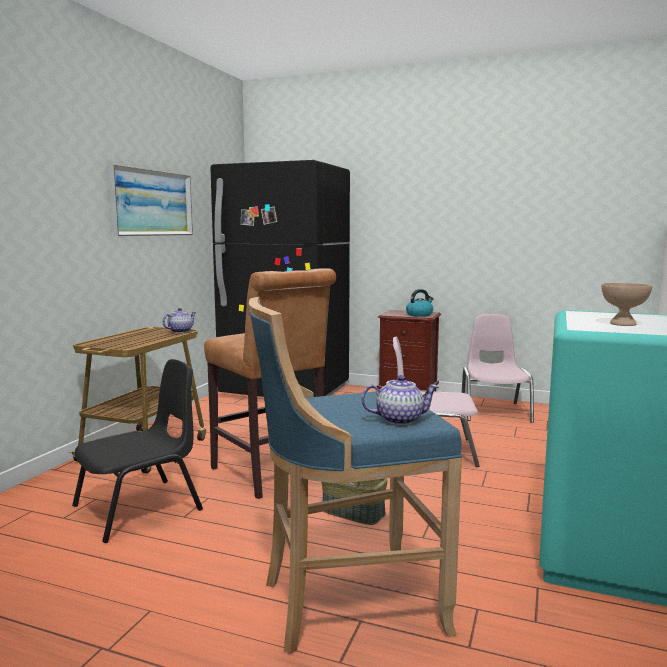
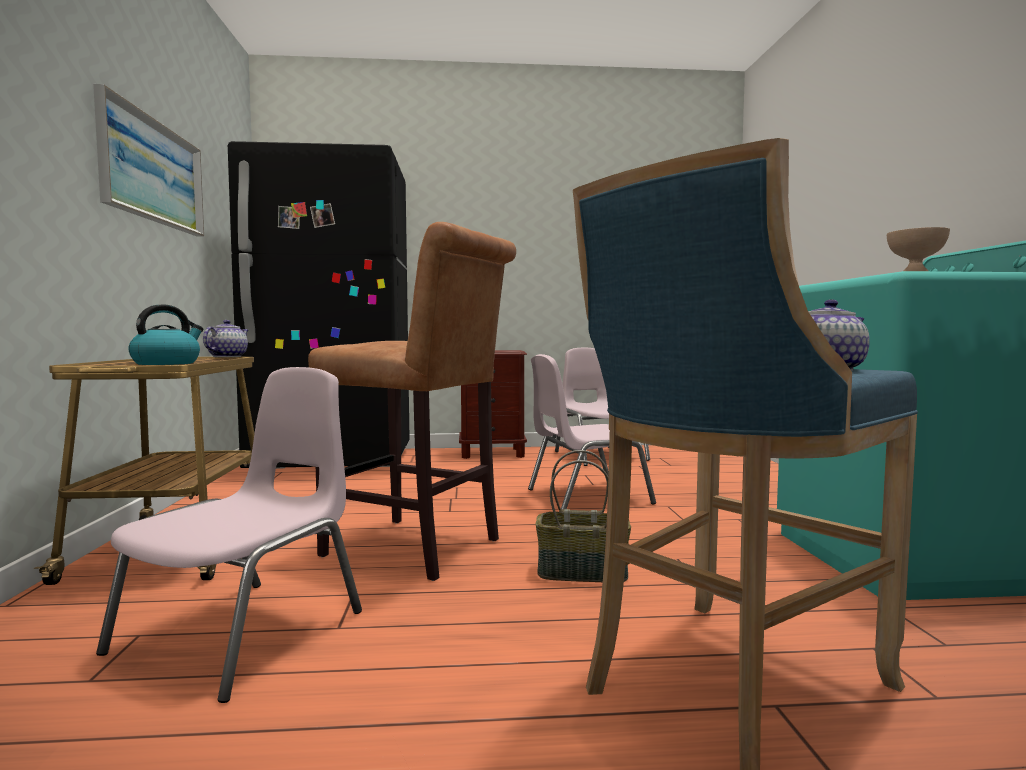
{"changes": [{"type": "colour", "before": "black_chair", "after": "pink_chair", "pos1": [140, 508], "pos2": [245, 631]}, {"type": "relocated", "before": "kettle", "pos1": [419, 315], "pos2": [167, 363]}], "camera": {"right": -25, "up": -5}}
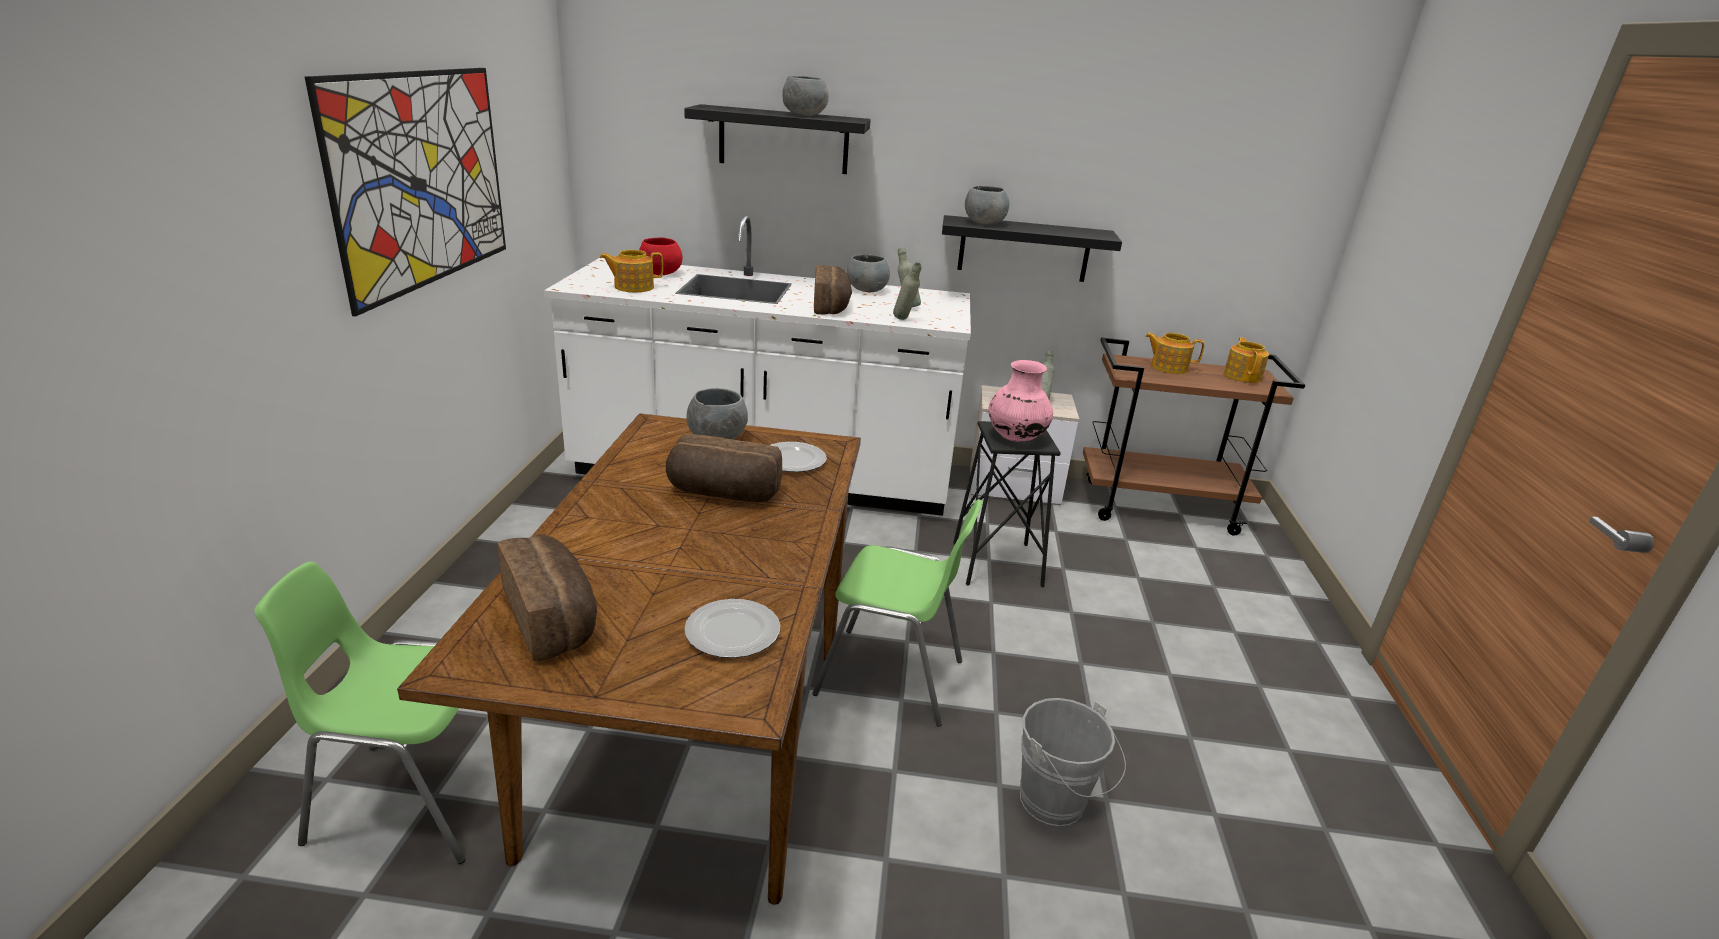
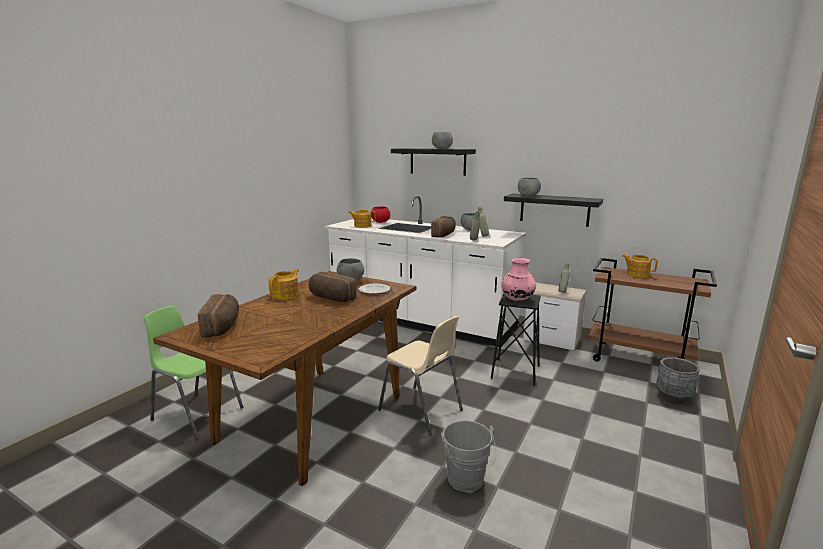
{"changes": [{"type": "missing", "before": "picture", "pos1": [423, 179]}, {"type": "missing", "before": "plate", "pos1": [731, 632]}, {"type": "colour", "before": "green_chair", "after": "beige_chair", "pos1": [891, 678], "pos2": [421, 410]}, {"type": "relocated", "before": "teapot", "pos1": [1242, 376], "pos2": [286, 295]}, {"type": "appeared", "after": "grey_planter", "pos2": [673, 397]}], "camera": {"right": 25, "up": -10}}
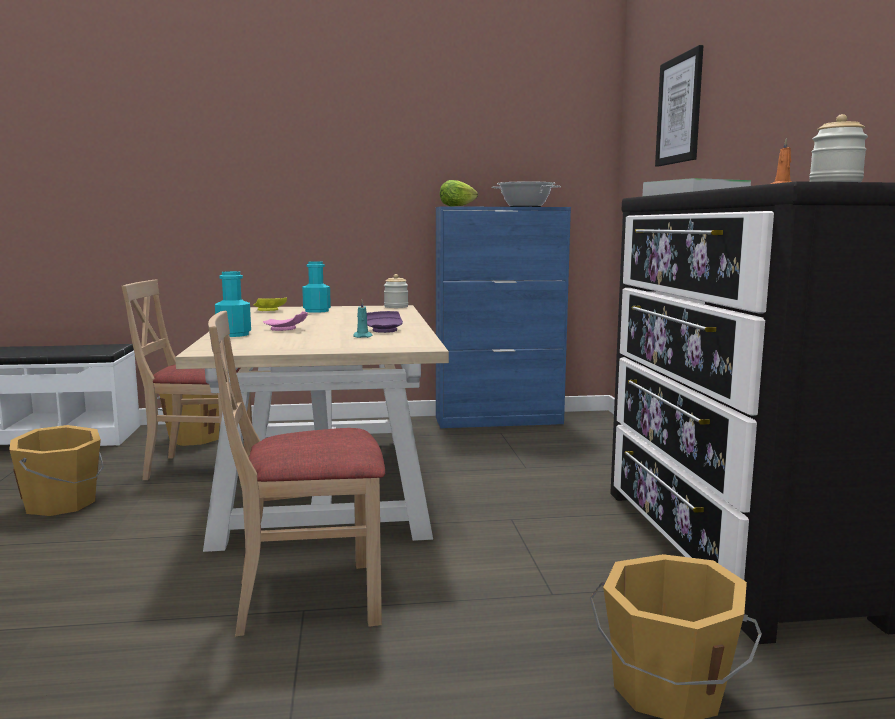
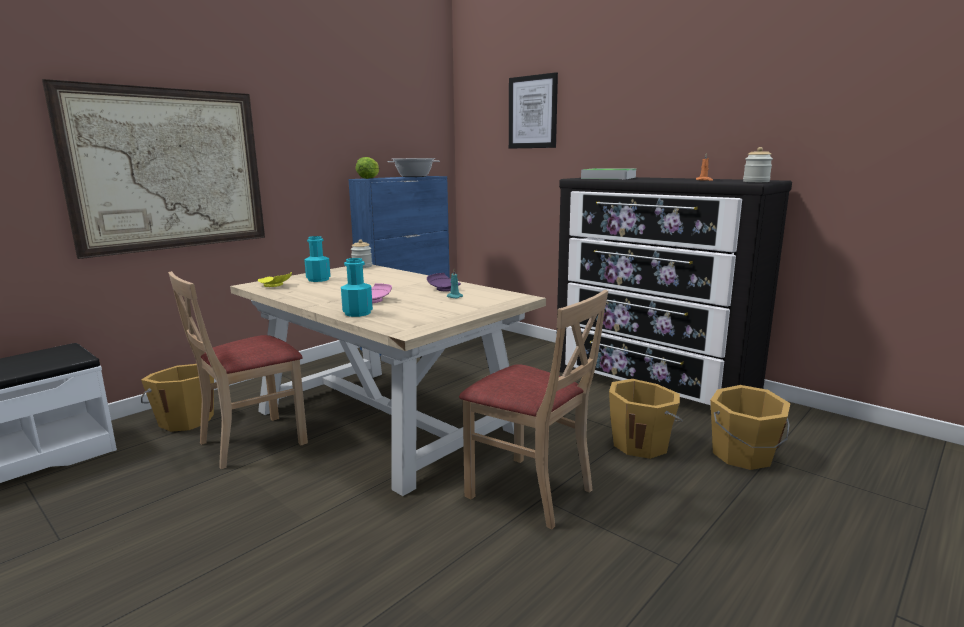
{"changes": [{"type": "relocated", "before": "orange_bucket", "pos1": [62, 503], "pos2": [641, 444]}, {"type": "spun", "before": "beige_chair", "pos1": [308, 598], "pos2": [530, 491], "turn": -90}, {"type": "appeared", "after": "picture", "pos2": [169, 170]}], "camera": {"right": -40, "up": 5}}
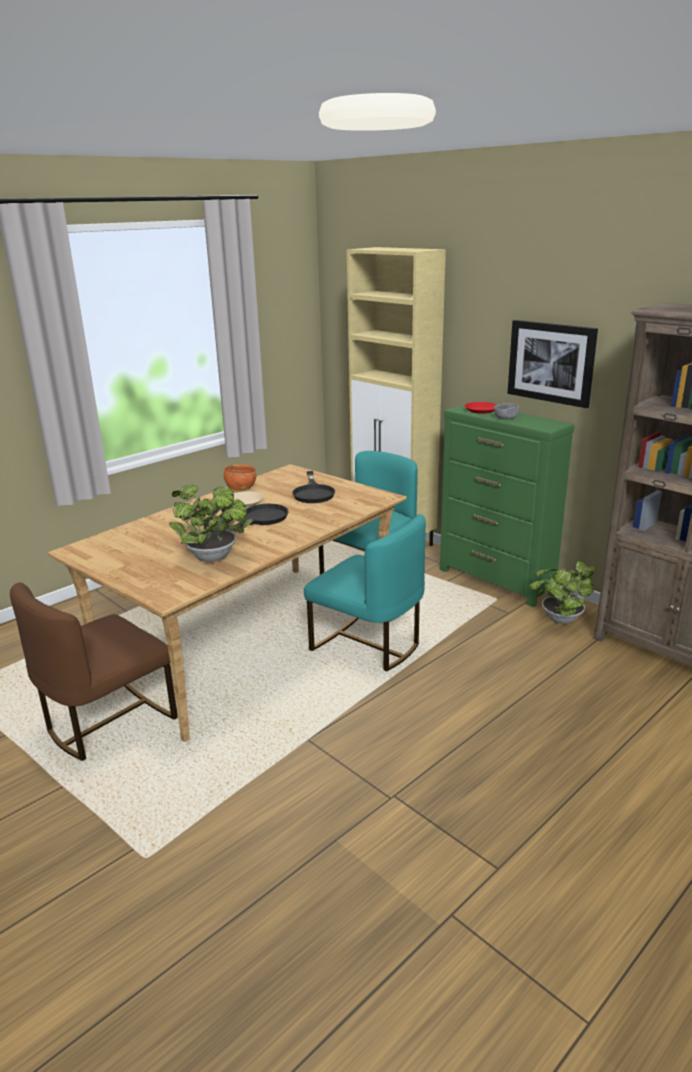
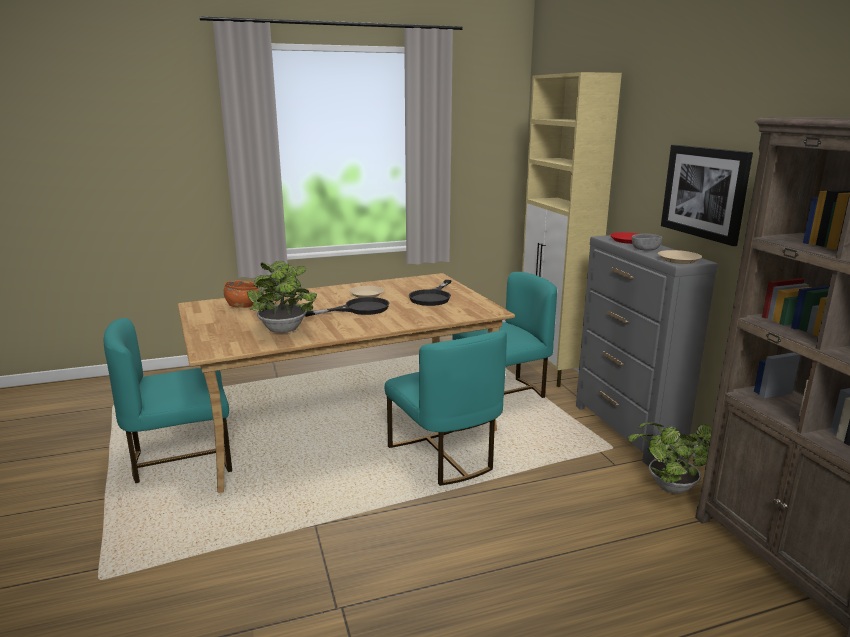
{"changes": [{"type": "colour", "before": "brown_chair", "after": "turquoise_chair", "pos1": [108, 722], "pos2": [182, 459]}, {"type": "relocated", "before": "orange_bowl", "pos1": [241, 488], "pos2": [242, 306]}, {"type": "colour", "before": "green_dresser", "after": "grey_dresser", "pos1": [496, 581], "pos2": [627, 430]}, {"type": "appeared", "after": "beige_plate", "pos2": [679, 260]}], "camera": {"right": 25, "up": -5}}
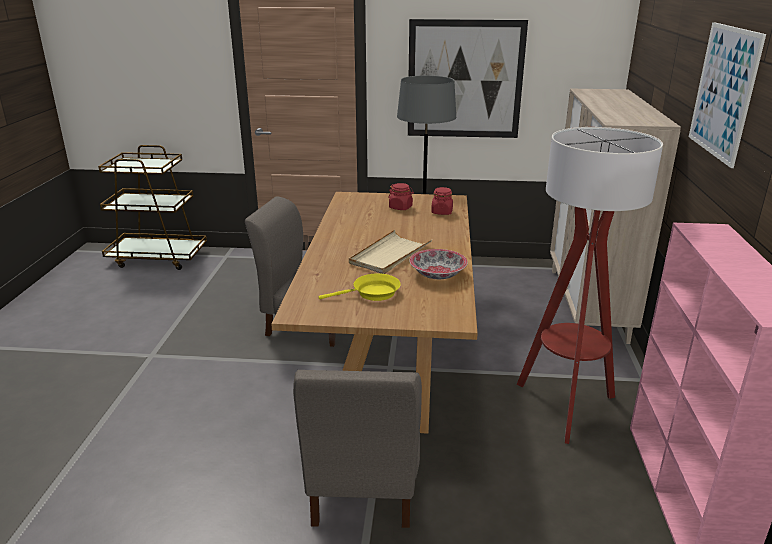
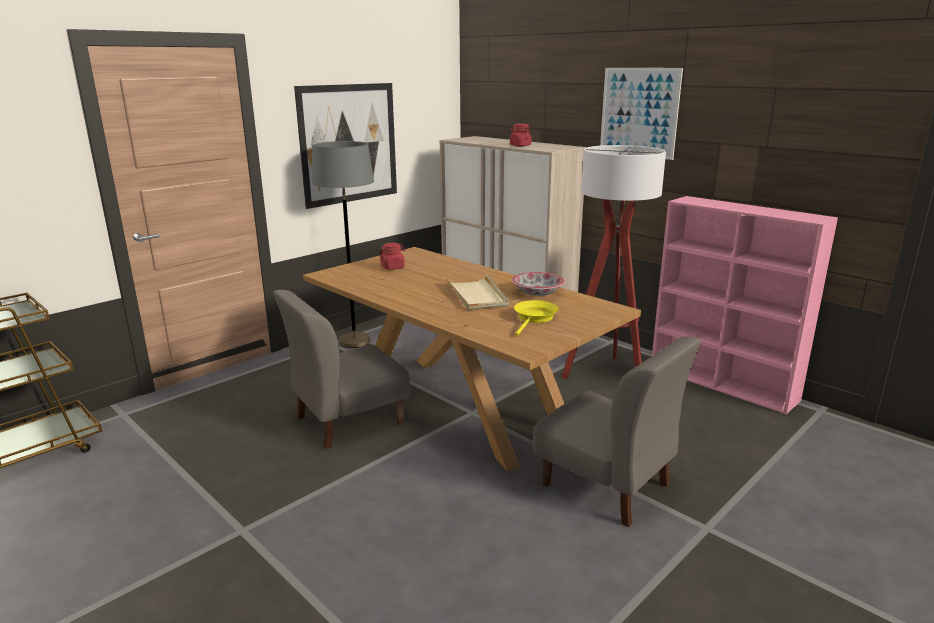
{"changes": [{"type": "relocated", "before": "red_jar", "pos1": [442, 212], "pos2": [520, 145]}], "camera": {"right": -50, "up": -5}}
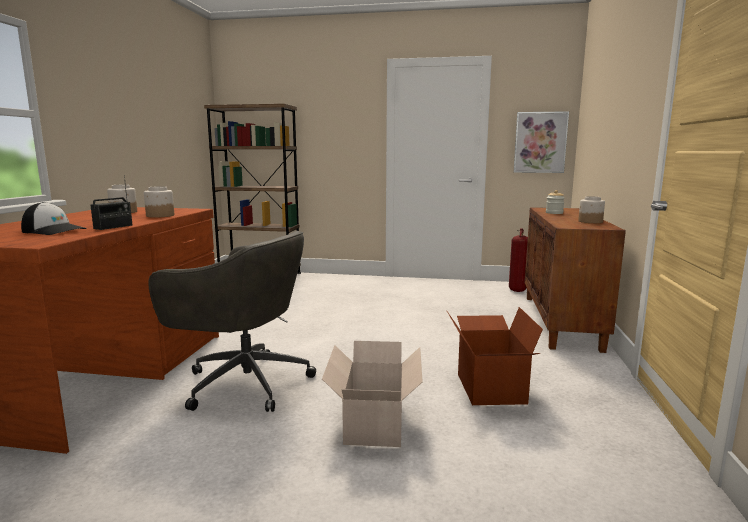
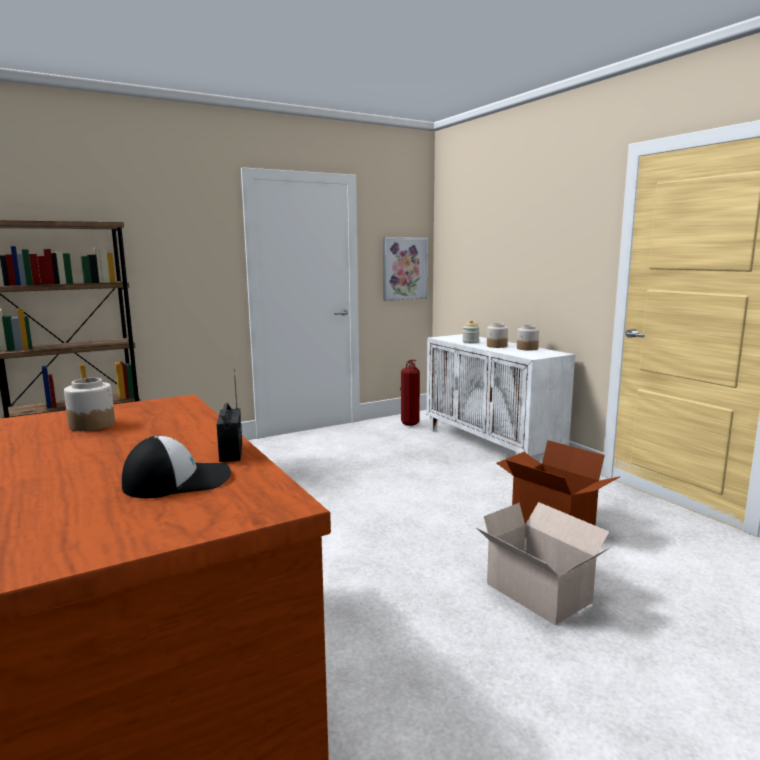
{"changes": [{"type": "relocated", "before": "jar", "pos1": [160, 216], "pos2": [496, 346]}, {"type": "missing", "before": "grey_office_chair", "pos1": [244, 382]}, {"type": "colour", "before": "brown_cabinet", "after": "white_cabinet", "pos1": [561, 322], "pos2": [492, 446]}], "camera": {"right": -40, "up": 0}}
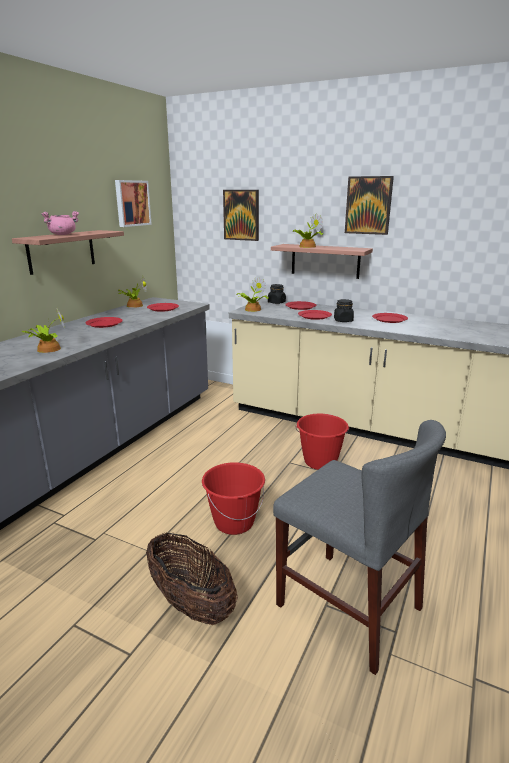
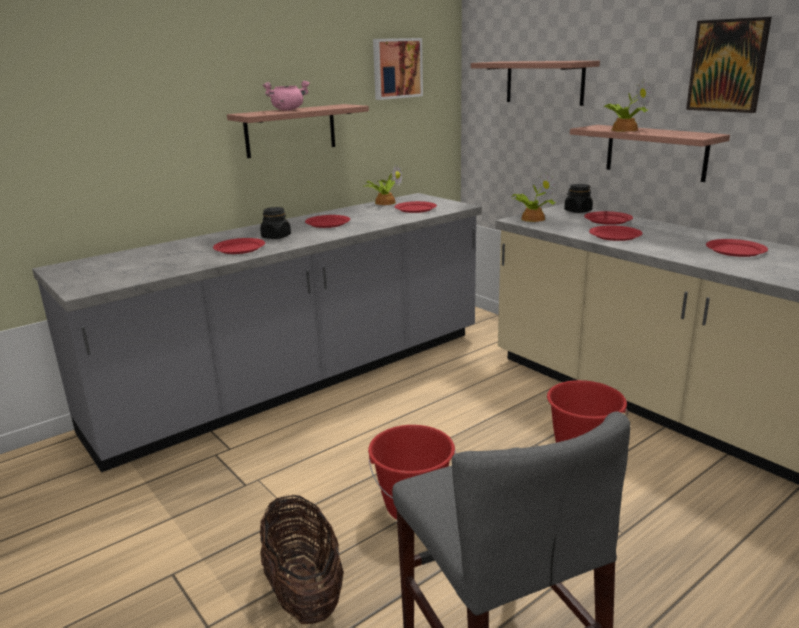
{"changes": [{"type": "exchanged", "before": "potted_plant", "after": "red_plate", "pos1": [47, 349], "pos2": [239, 248]}, {"type": "exchanged", "before": "picture", "after": "shelf", "pos1": [241, 215], "pos2": [544, 82]}, {"type": "relocated", "before": "black_jar", "pos1": [343, 321], "pos2": [276, 237]}], "camera": {"right": 25, "up": 0}}
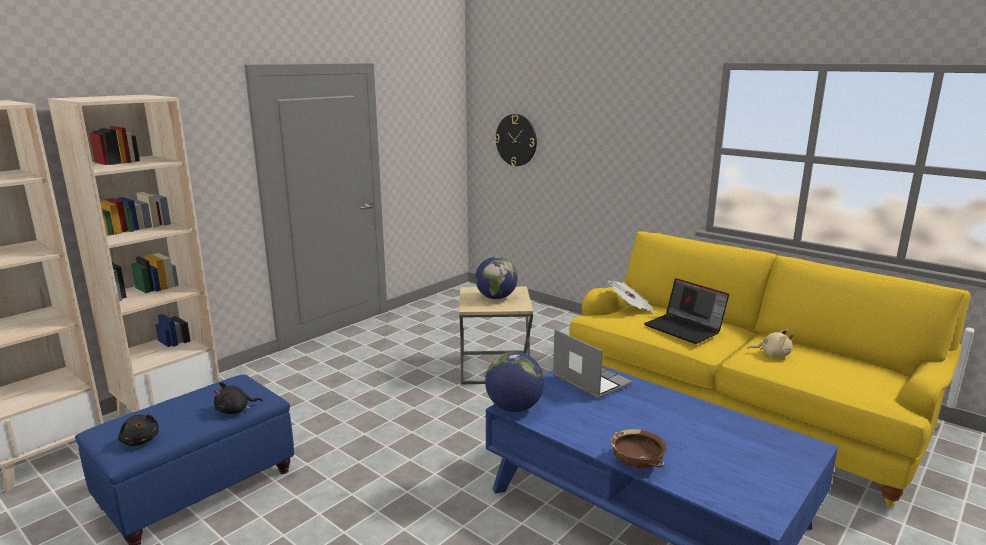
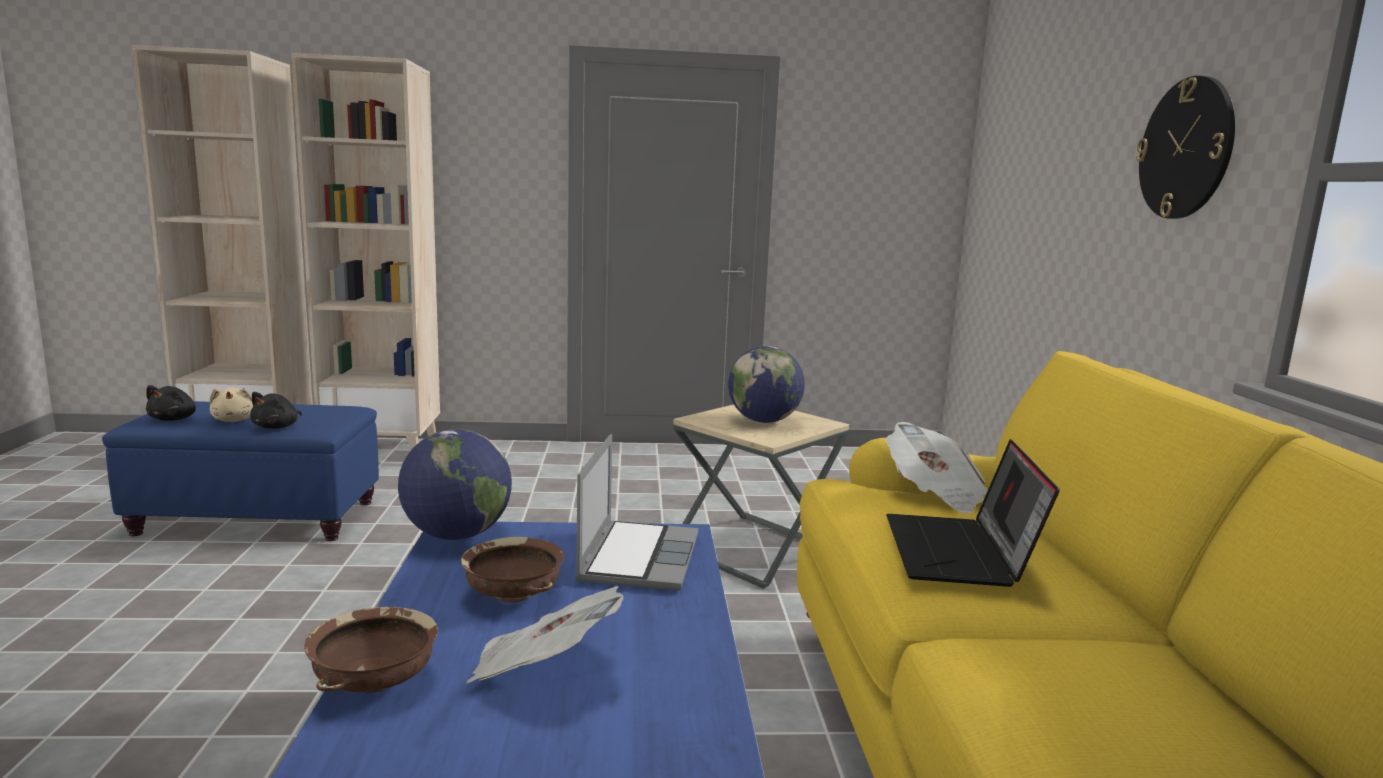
{"changes": [{"type": "spun", "before": "black_plush_toy", "pos1": [235, 410], "pos2": [277, 427], "turn": -90}, {"type": "relocated", "before": "wall_clock", "pos1": [516, 140], "pos2": [1186, 148]}, {"type": "relocated", "before": "beige_plush_toy", "pos1": [772, 354], "pos2": [235, 420]}, {"type": "appeared", "after": "brown_bowl", "pos2": [512, 594]}, {"type": "appeared", "after": "newspaper", "pos2": [543, 671]}], "camera": {"right": 45, "up": -5}}
